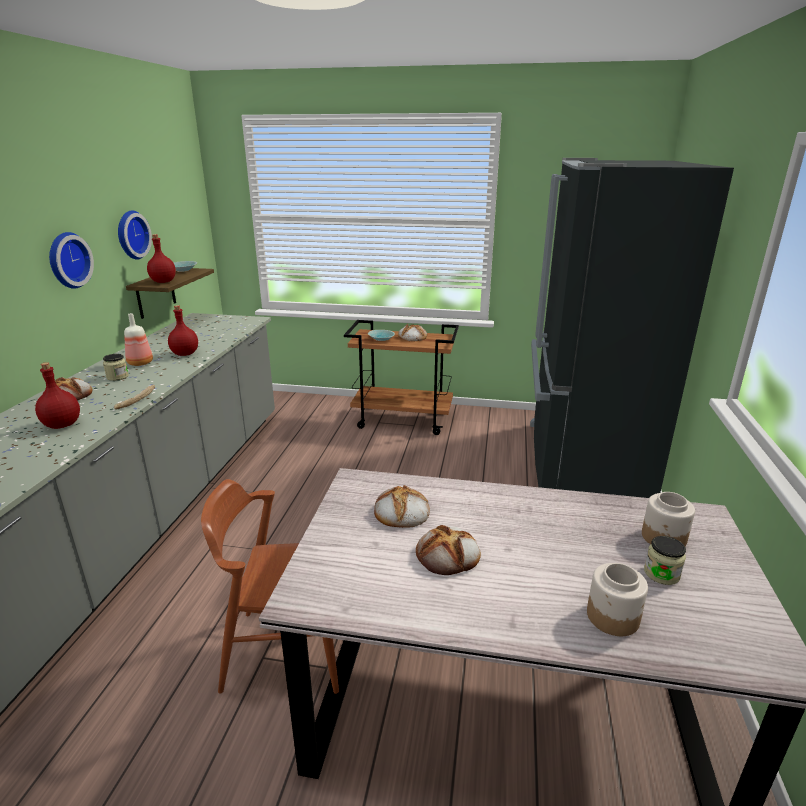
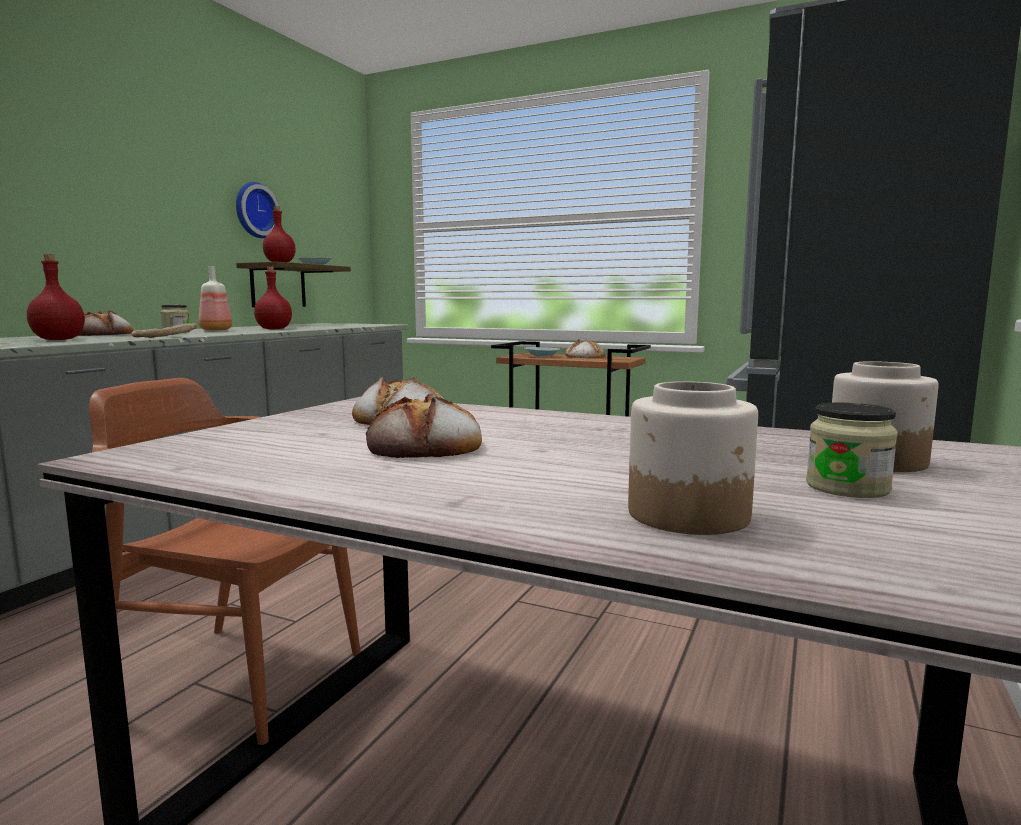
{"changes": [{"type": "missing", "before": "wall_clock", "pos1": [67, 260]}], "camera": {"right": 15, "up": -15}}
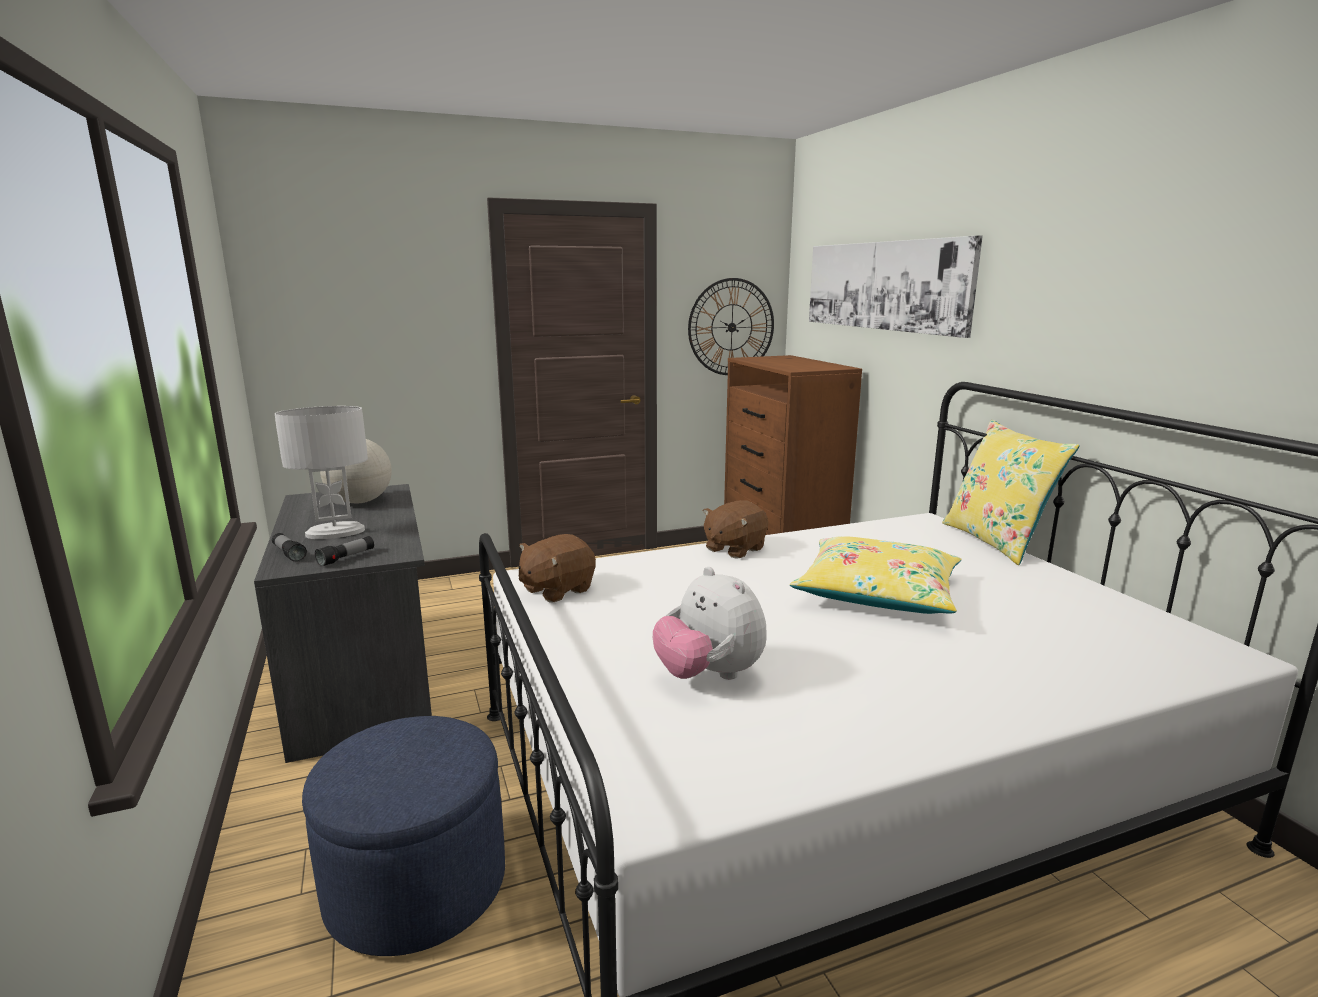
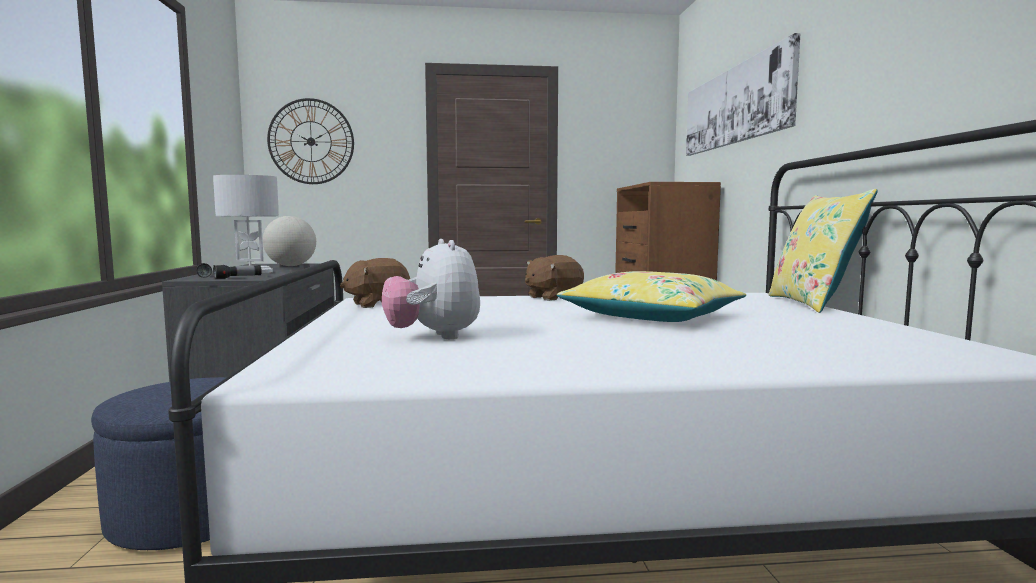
{"changes": [{"type": "relocated", "before": "wall_clock", "pos1": [731, 327], "pos2": [311, 141]}], "camera": {"right": 15, "up": -10}}
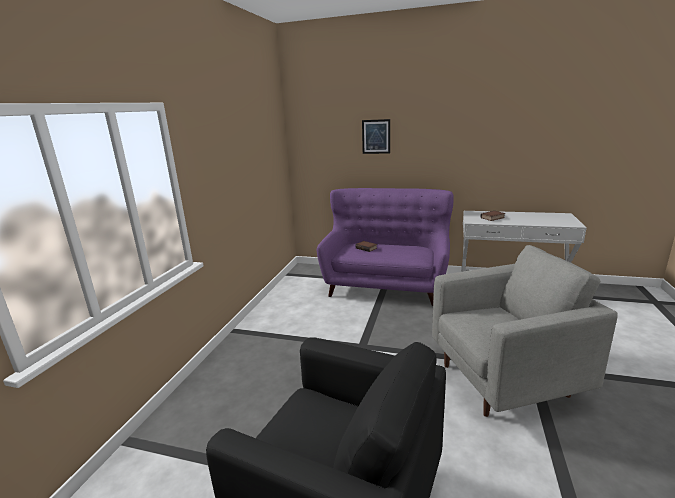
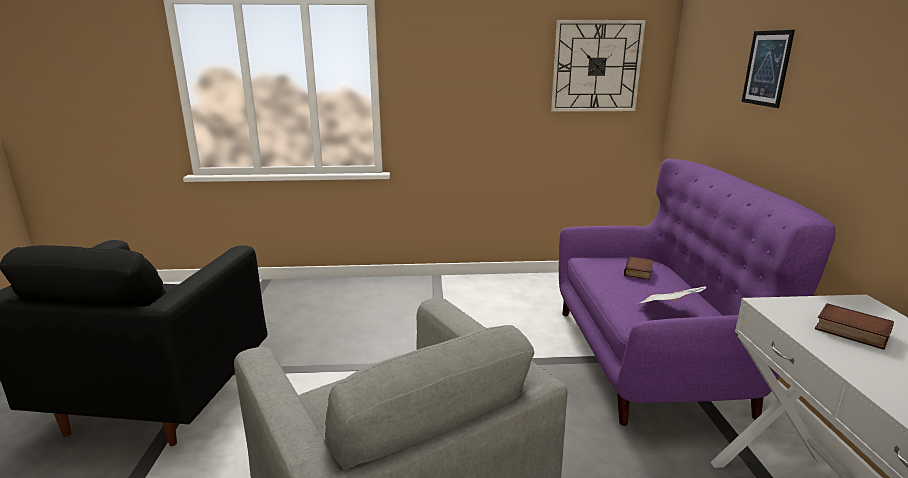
{"changes": [{"type": "appeared", "after": "wall_clock", "pos2": [596, 66]}, {"type": "appeared", "after": "newspaper", "pos2": [668, 310]}], "camera": {"right": 70, "up": 0}}
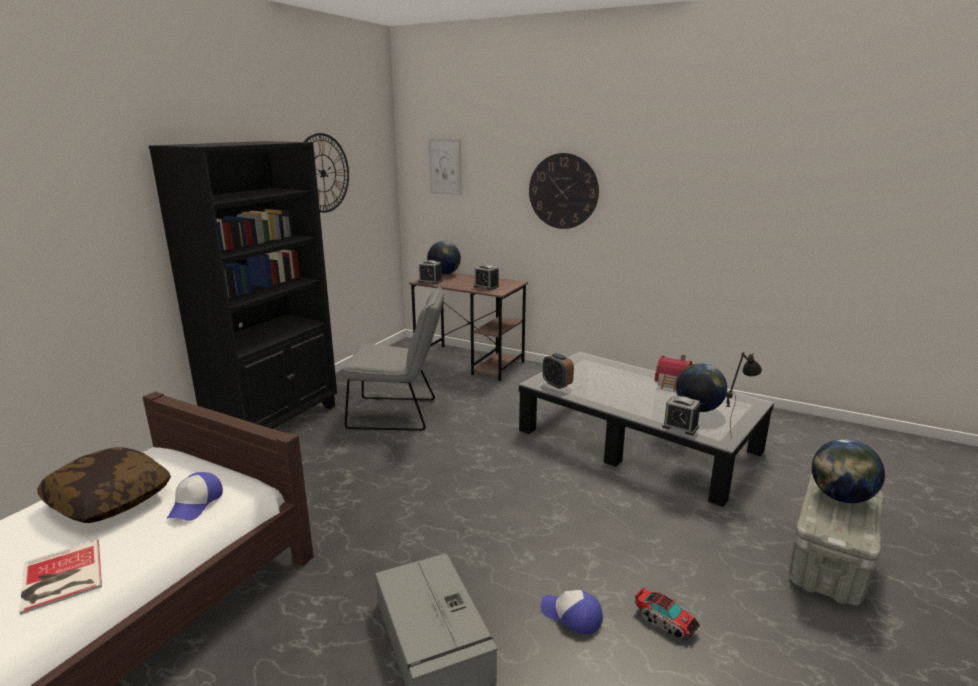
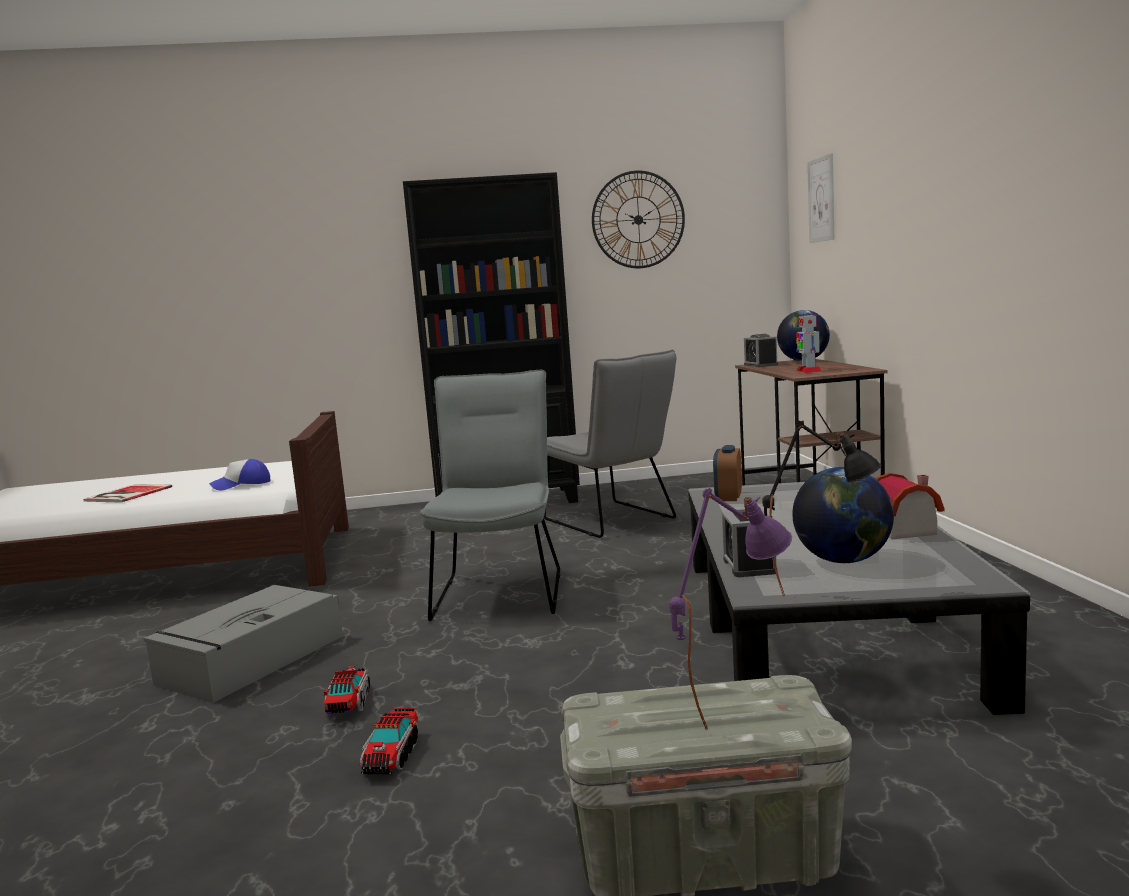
{"changes": [{"type": "missing", "before": "pillow", "pos1": [109, 500]}, {"type": "exchanged", "before": "alarm_clock", "after": "toy_robot", "pos1": [486, 286], "pos2": [808, 371]}, {"type": "missing", "before": "wall_clock", "pos1": [563, 191]}, {"type": "exchanged", "before": "cap", "after": "toy_truck", "pos1": [571, 615], "pos2": [348, 703]}, {"type": "exchanged", "before": "globe", "after": "purple_table_lamp", "pos1": [840, 497], "pos2": [734, 706]}, {"type": "appeared", "after": "grey_chair", "pos2": [501, 590]}], "camera": {"right": 55, "up": -10}}
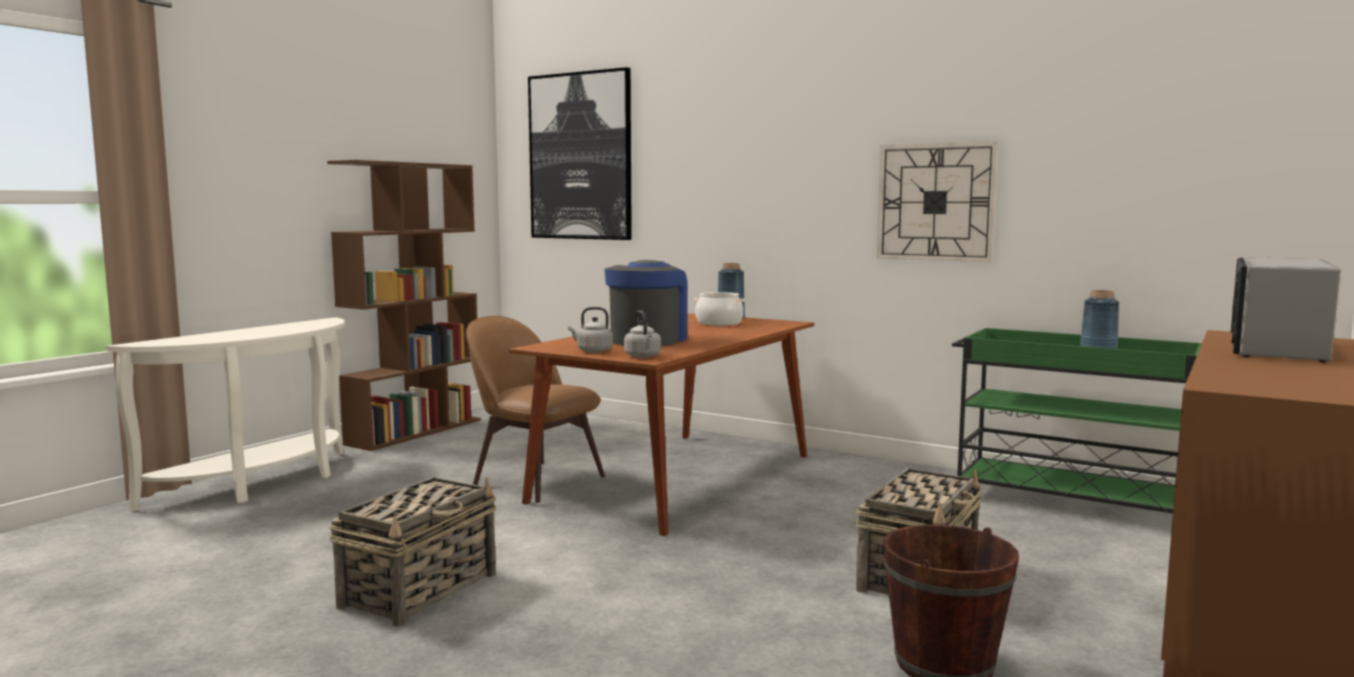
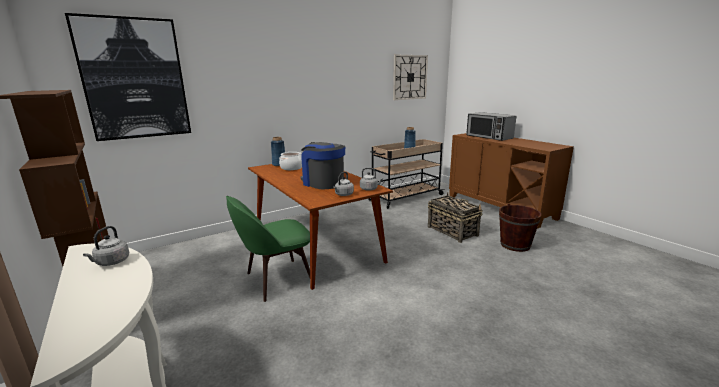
{"changes": [{"type": "missing", "before": "basket", "pos1": [421, 589]}, {"type": "colour", "before": "brown_chair", "after": "green_chair", "pos1": [535, 480], "pos2": [276, 280]}, {"type": "relocated", "before": "wall_clock", "pos1": [935, 202], "pos2": [410, 77]}, {"type": "colour", "before": "green_cart", "after": "beige_cart", "pos1": [1066, 503], "pos2": [405, 197]}, {"type": "appeared", "after": "grey_kettle", "pos2": [111, 262]}], "camera": {"right": -65, "up": 10}}
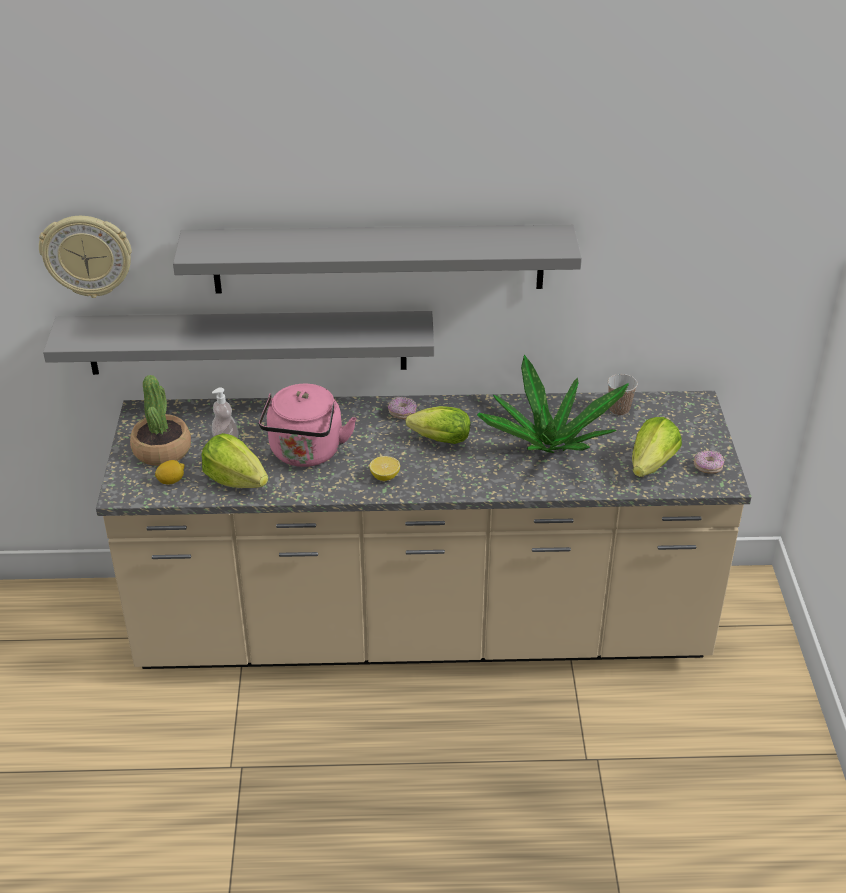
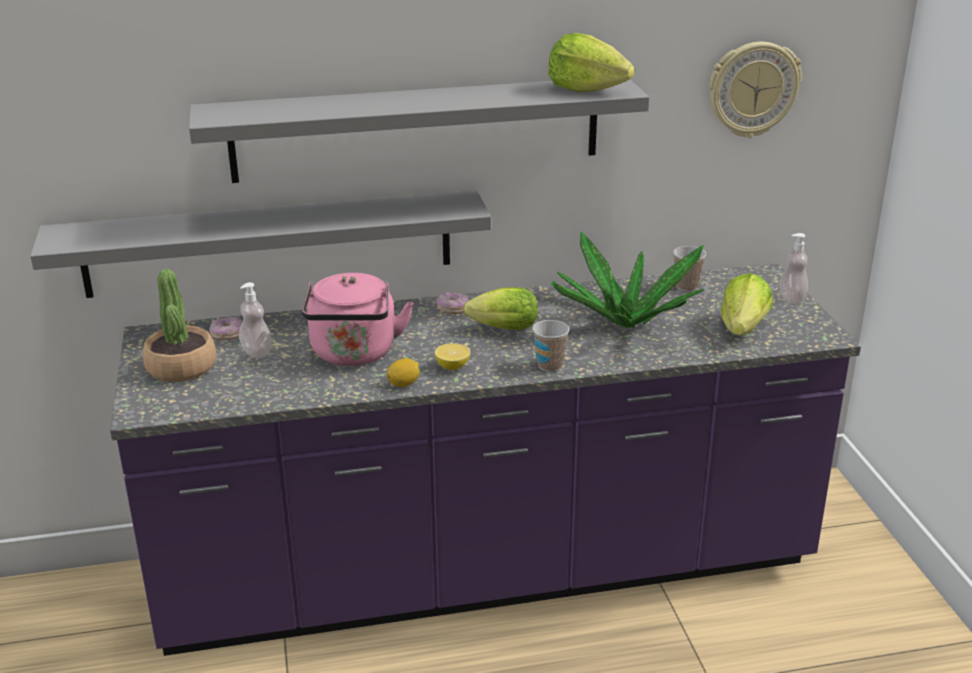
{"changes": [{"type": "relocated", "before": "wall_clock", "pos1": [87, 255], "pos2": [752, 89]}, {"type": "colour", "before": "beige_counter", "after": "purple_counter", "pos1": [423, 631], "pos2": [487, 574]}, {"type": "relocated", "before": "lemon", "pos1": [171, 480], "pos2": [404, 384]}, {"type": "relocated", "before": "lettuce", "pos1": [235, 480], "pos2": [586, 89]}, {"type": "relocated", "before": "donut", "pos1": [708, 467], "pos2": [227, 336]}, {"type": "appeared", "after": "cup", "pos2": [550, 365]}, {"type": "appeared", "after": "soap_dispenser", "pos2": [791, 299]}], "camera": {"right": -10, "up": -10}}
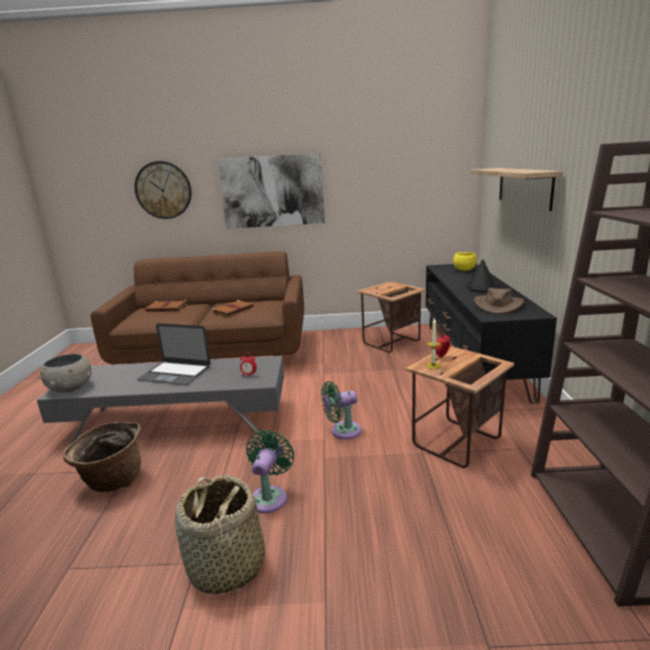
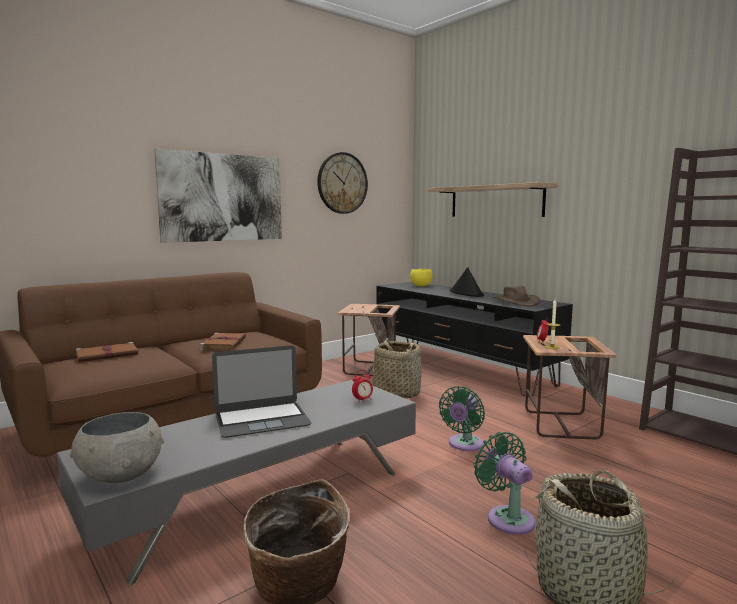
{"changes": [{"type": "relocated", "before": "wall_clock", "pos1": [163, 190], "pos2": [342, 183]}, {"type": "appeared", "after": "basket", "pos2": [396, 393]}], "camera": {"right": -40, "up": -10}}
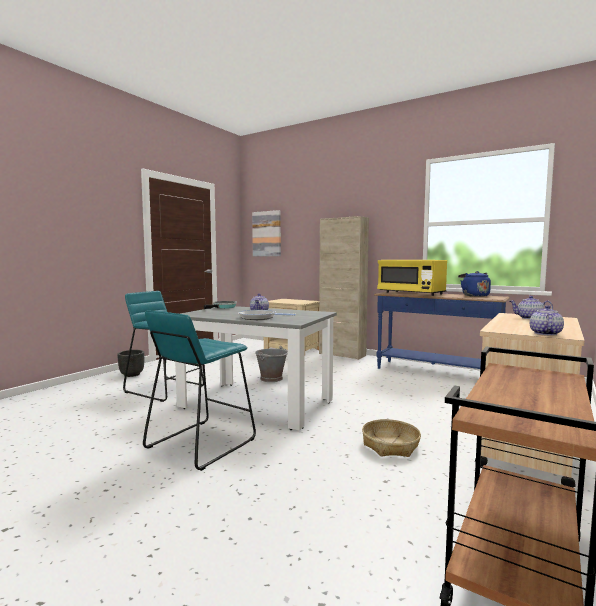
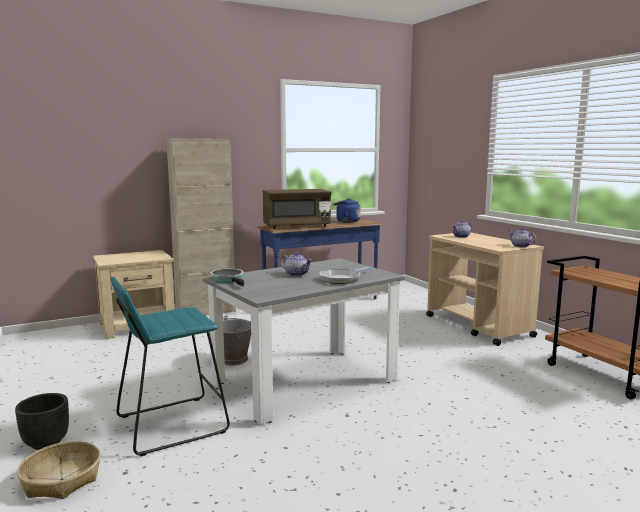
{"changes": [{"type": "missing", "before": "turquoise_stool", "pos1": [201, 443]}, {"type": "missing", "before": "picture", "pos1": [267, 234]}, {"type": "relocated", "before": "basket", "pos1": [390, 445], "pos2": [62, 479]}, {"type": "colour", "before": "yellow_microwave", "after": "brown_microwave", "pos1": [411, 293], "pos2": [296, 226]}], "camera": {"right": -60, "up": 5}}
